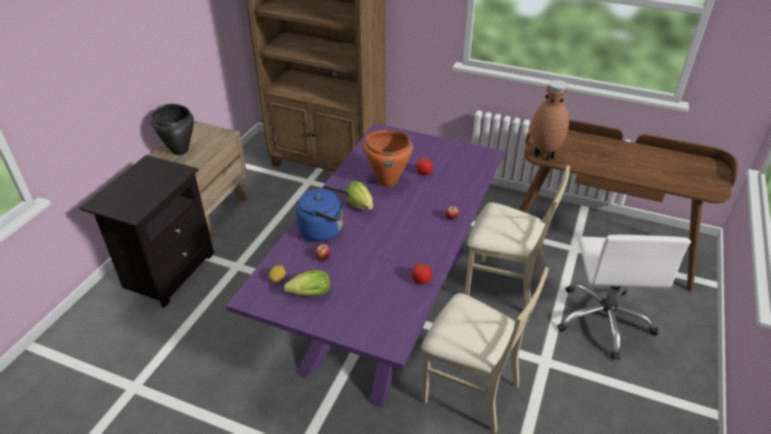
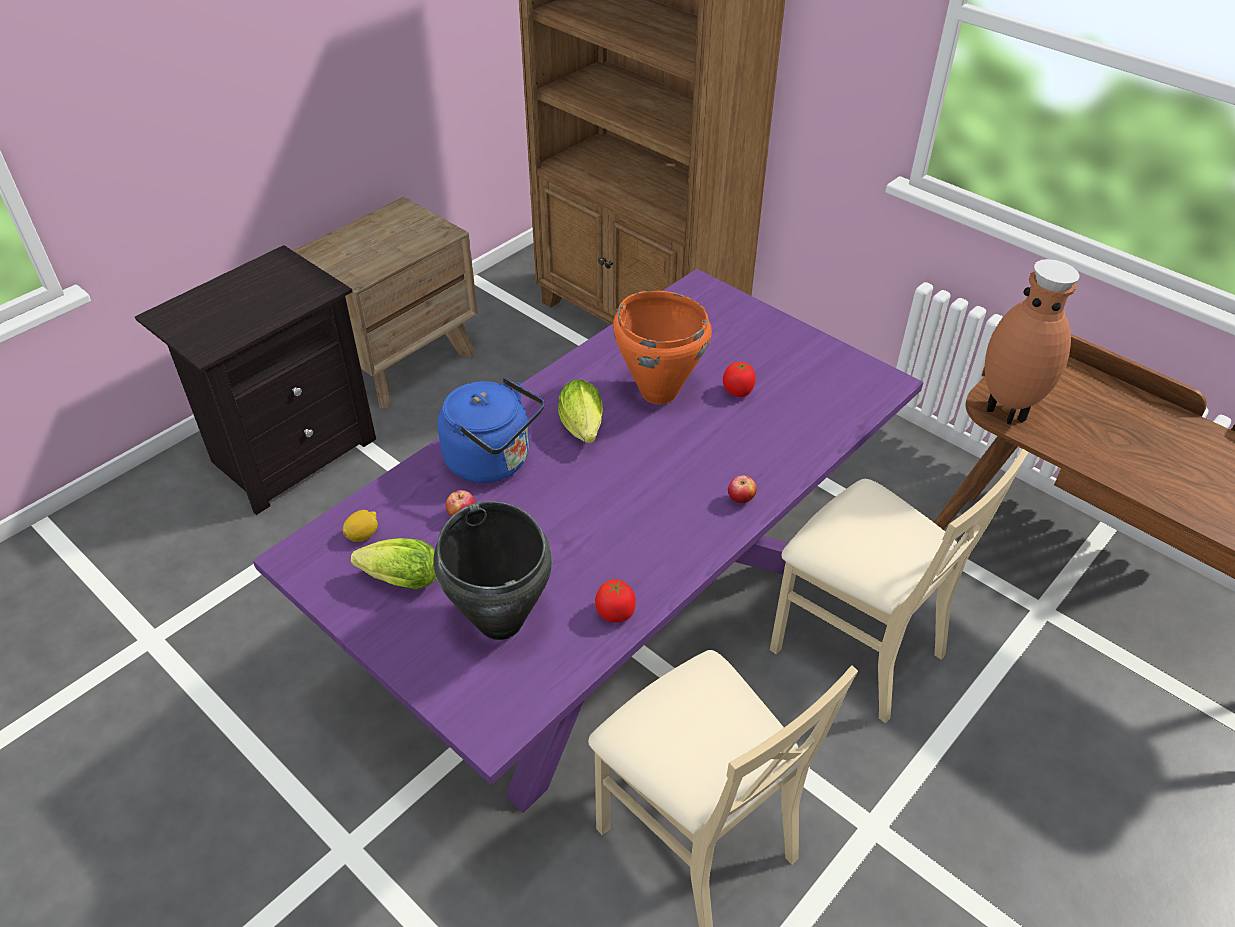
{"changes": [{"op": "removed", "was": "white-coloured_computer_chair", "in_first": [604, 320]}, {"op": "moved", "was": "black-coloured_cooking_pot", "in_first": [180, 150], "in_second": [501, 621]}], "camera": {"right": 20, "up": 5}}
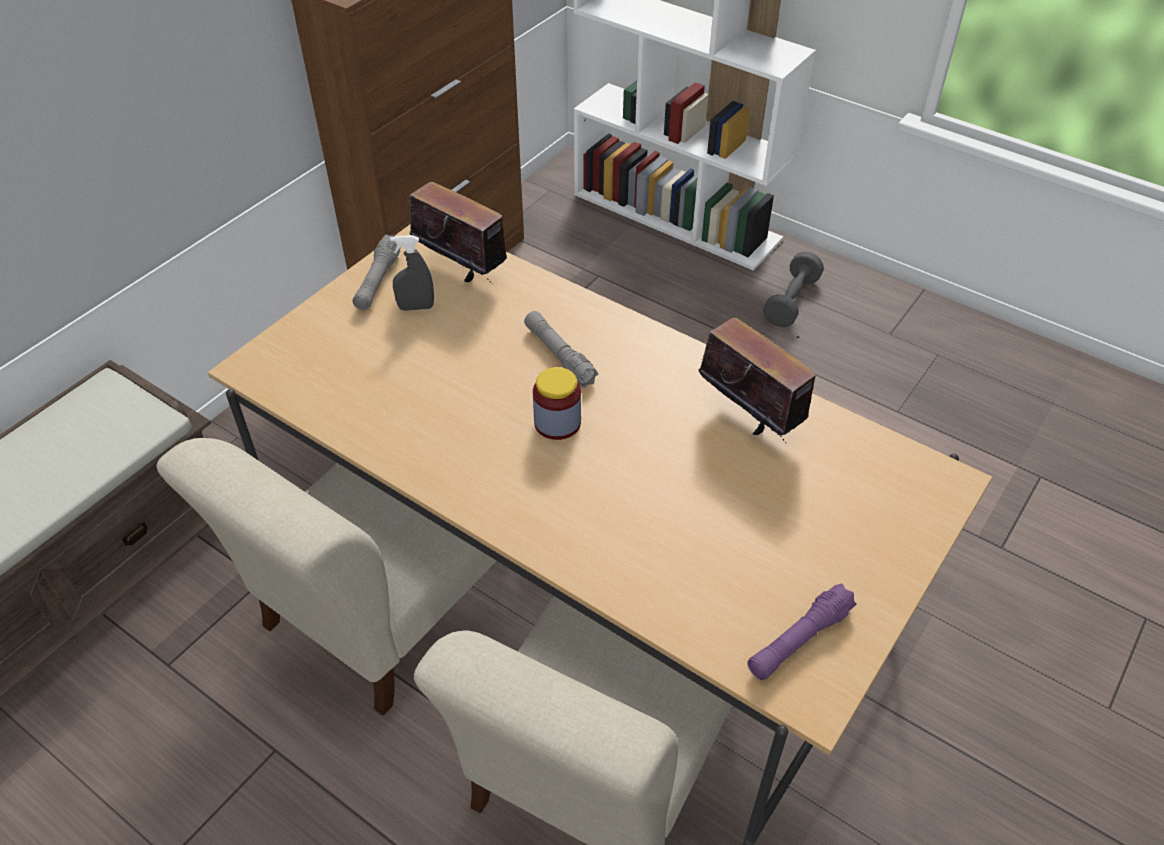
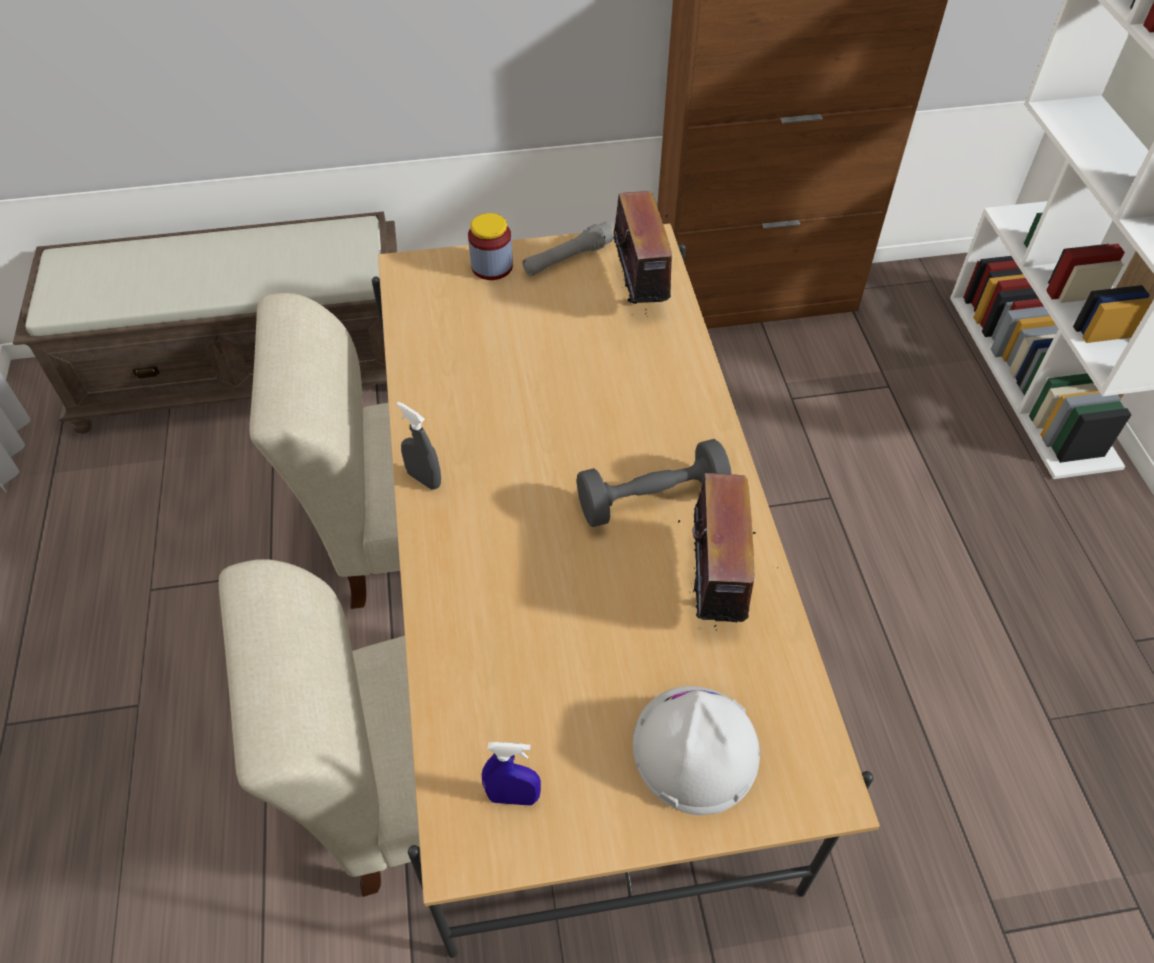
{"changes": [{"op": "removed", "was": "greyish_hand_torch", "in_first": [559, 356]}, {"op": "added", "now": "white-coloured_safety_helmet", "in_second": [695, 748]}, {"op": "moved", "was": "greyish_sprayer", "in_first": [416, 307], "in_second": [424, 479]}, {"op": "moved", "was": "storage_jar", "in_first": [557, 423], "in_second": [492, 266]}, {"op": "moved", "was": "greyish_free_weight", "in_first": [791, 301], "in_second": [652, 499]}, {"op": "replaced", "was": "purple-coloured_hand_torch", "now": "blue-coloured_sprayer", "in_first": [799, 640], "in_second": [513, 797]}], "camera": {"right": 45, "up": 5}}
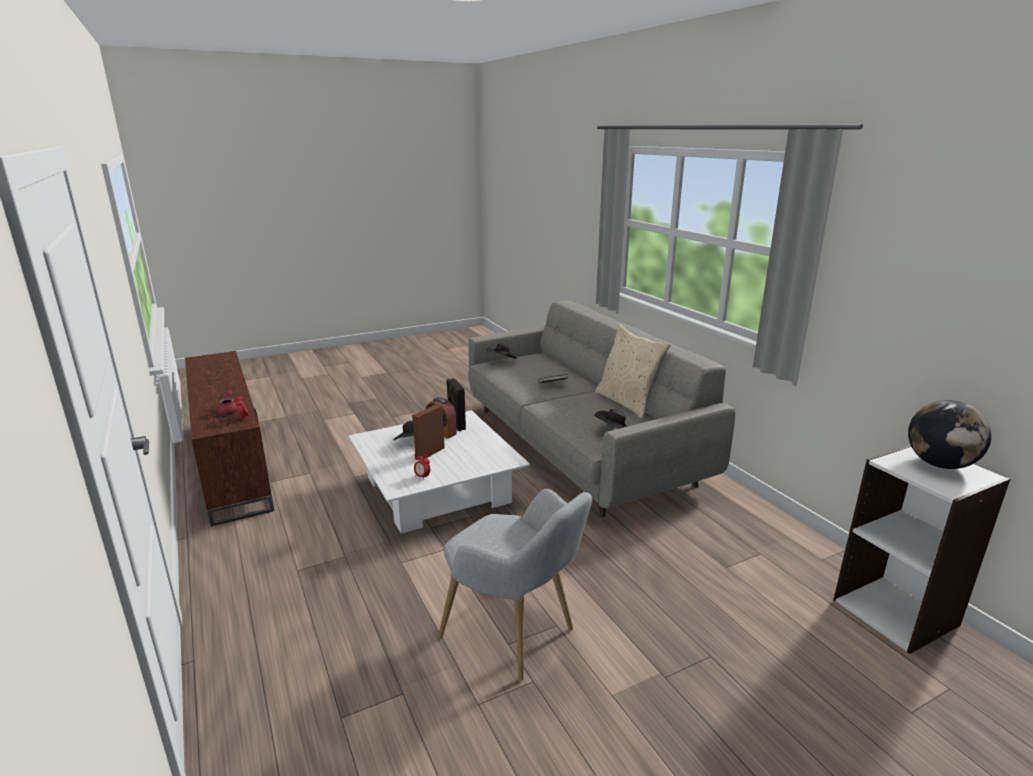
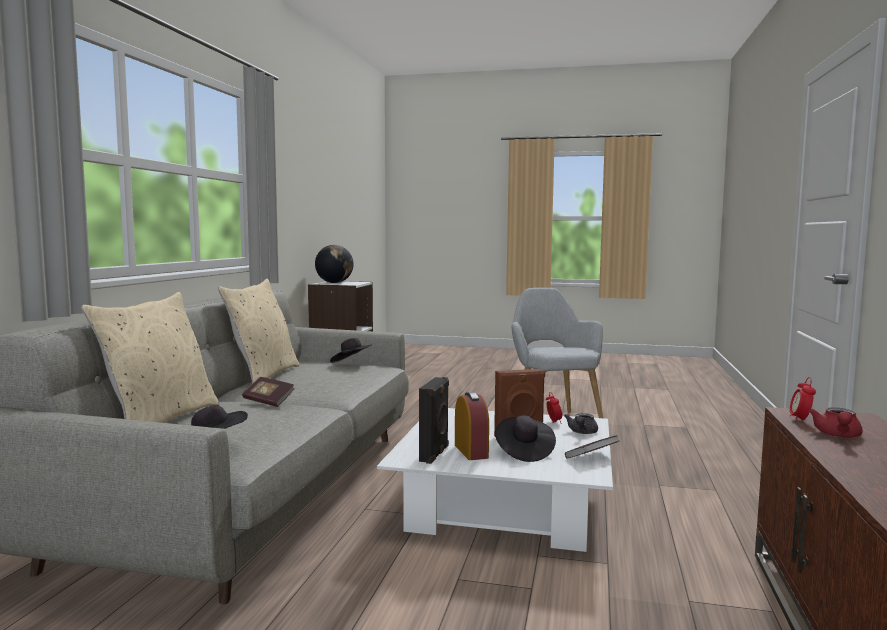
{"changes": [{"op": "added", "now": "sand-coloured_throw_pillow", "in_second": [159, 420]}, {"op": "added", "now": "greyish_teapot", "in_second": [582, 432]}, {"op": "added", "now": "volume", "in_second": [591, 457]}], "camera": {"right": -140, "up": -15}}
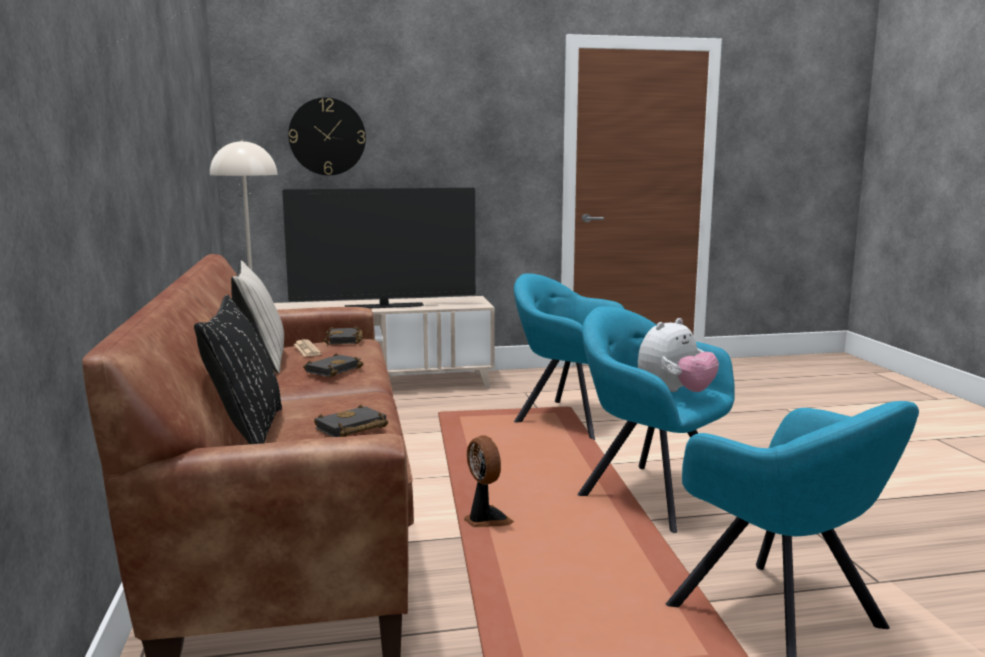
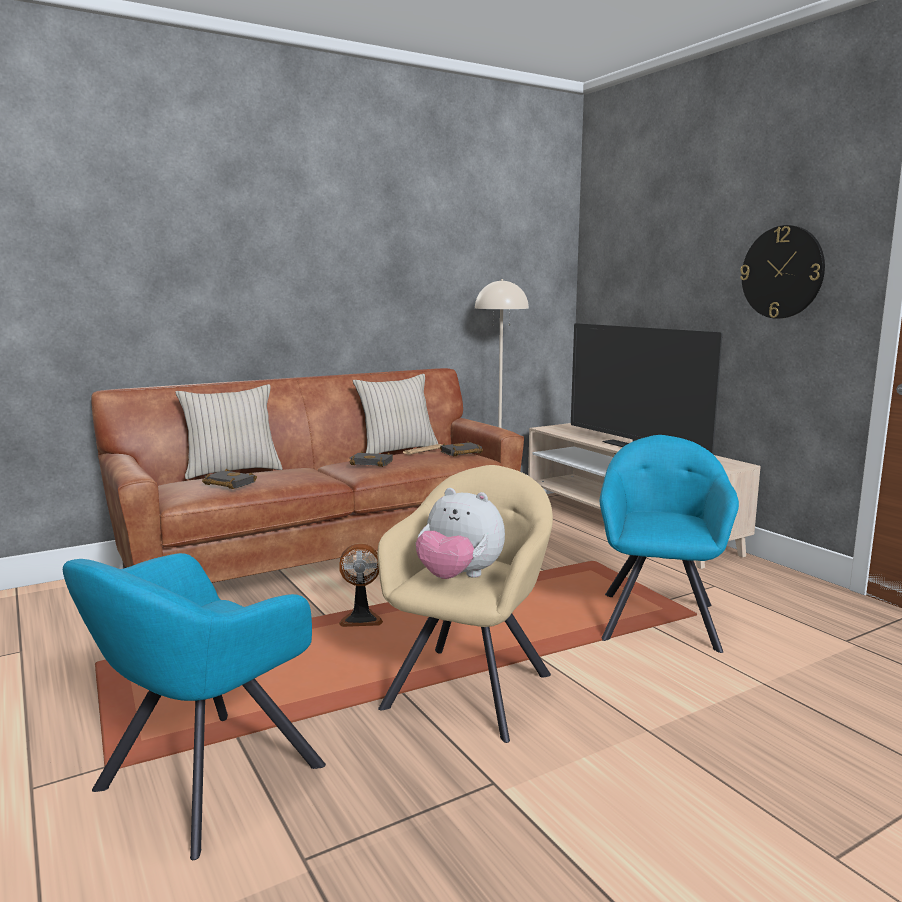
{"changes": [{"op": "moved", "was": "hanging_clock", "in_first": [327, 136], "in_second": [782, 272]}, {"op": "recoloured", "was": "black-coloured_throw_pillow", "now": "sand-coloured_throw_pillow", "in_first": [246, 432], "in_second": [232, 471]}, {"op": "recoloured", "was": "blue-green_armchair", "now": "sand-coloured_armchair", "in_first": [649, 494], "in_second": [471, 687]}, {"op": "turned", "was": "electric_fan", "in_first": [486, 520], "in_second": [361, 619], "clockwise": 45}], "camera": {"right": 70, "up": 0}}
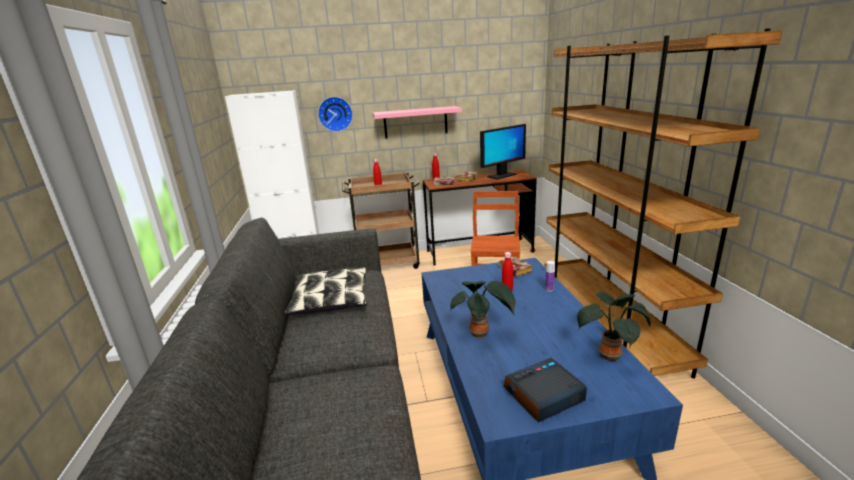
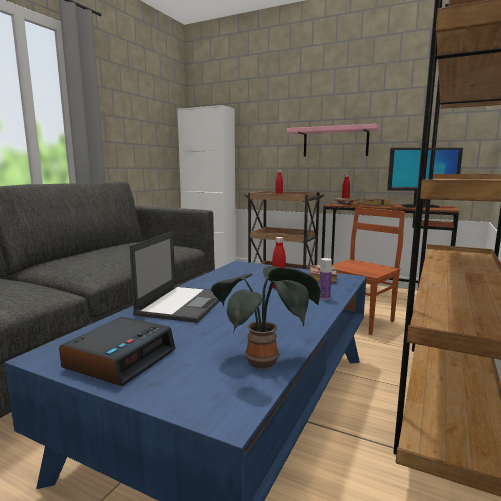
{"changes": [{"op": "removed", "was": "throw_pillow", "in_first": [330, 300]}, {"op": "removed", "was": "hanging_clock", "in_first": [335, 114]}, {"op": "replaced", "was": "houseplant", "now": "portable_computer", "in_first": [481, 334], "in_second": [184, 303]}, {"op": "turned", "was": "alarm_clock", "in_first": [543, 396], "in_second": [121, 359], "clockwise": 105}], "camera": {"right": 35, "up": -10}}
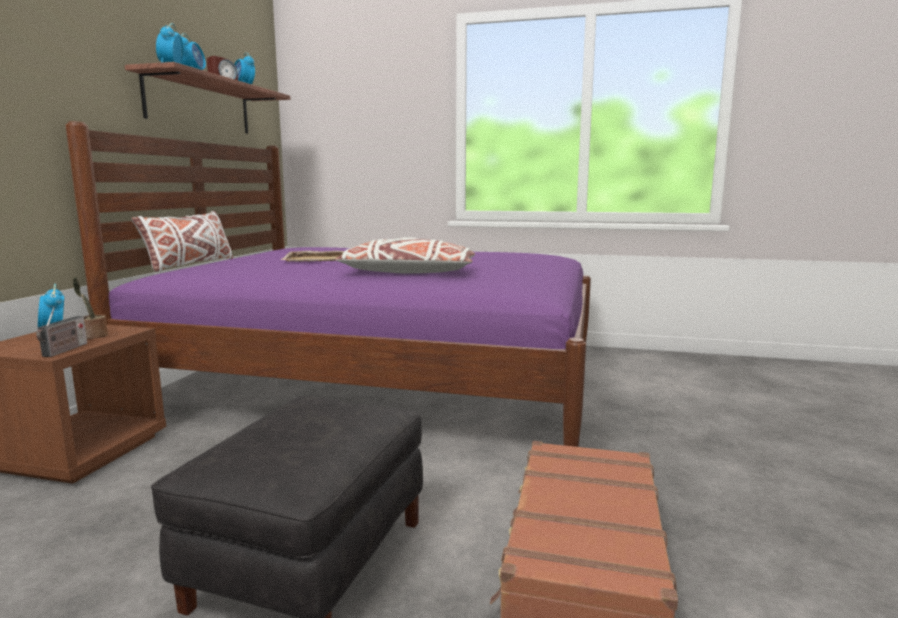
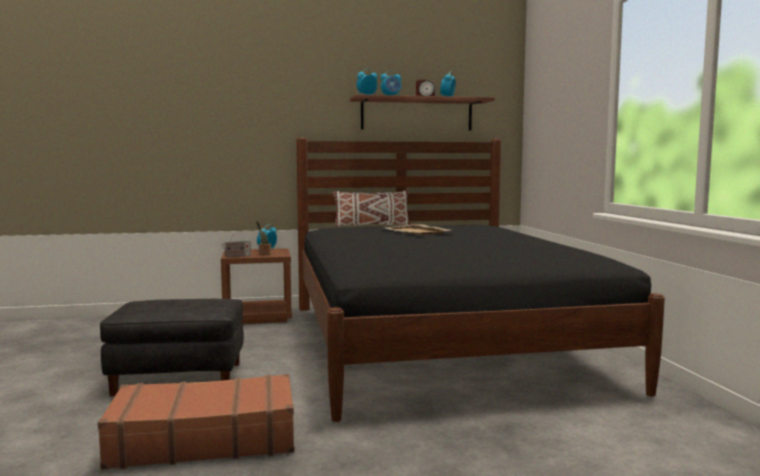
{"changes": [{"op": "removed", "was": "white-coloured_throw_pillow", "in_first": [408, 272]}, {"op": "recoloured", "was": "purple-coloured_sleeping_bed", "now": "black-coloured_sleeping_bed", "in_first": [383, 381], "in_second": [437, 343]}], "camera": {"right": 65, "up": -5}}
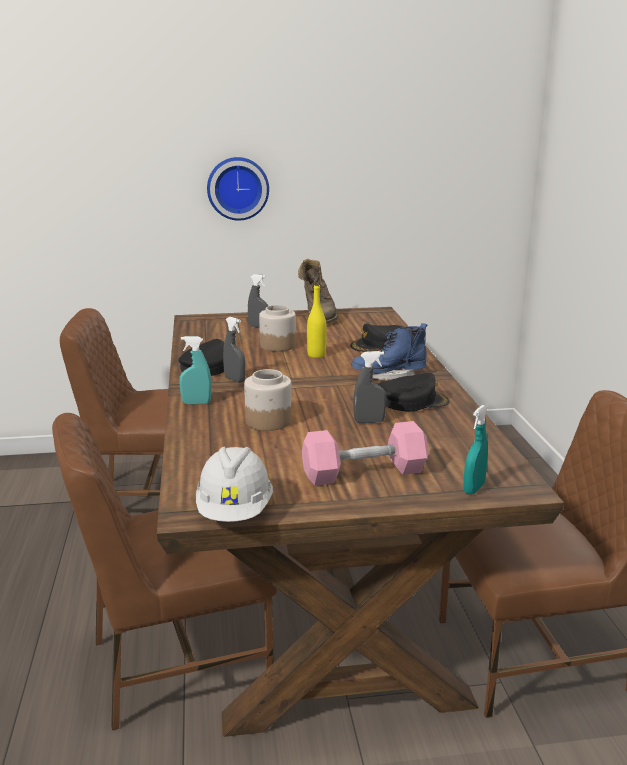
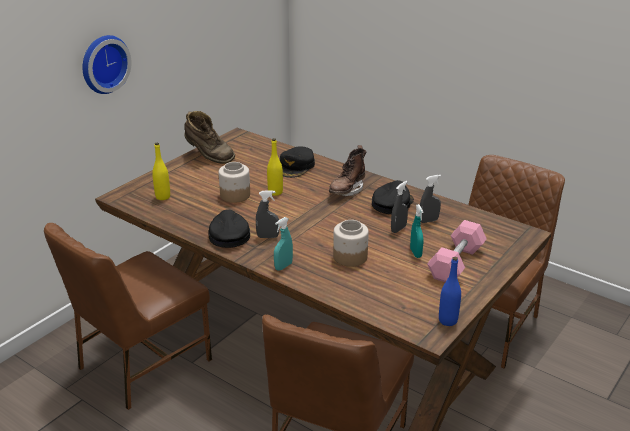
{"changes": [{"op": "added", "now": "yellowish_bottle", "in_second": [163, 197]}, {"op": "moved", "was": "greyish_sprayer", "in_first": [258, 327], "in_second": [428, 221]}, {"op": "moved", "was": "blue-green_sprayer", "in_first": [474, 489], "in_second": [415, 253]}, {"op": "replaced", "was": "white-coloured_safety_helmet", "now": "blue-coloured_bottle", "in_first": [235, 511], "in_second": [448, 320]}, {"op": "recoloured", "was": "blue-coloured_boot", "now": "brown-coloured_boot", "in_first": [389, 376], "in_second": [347, 190]}], "camera": {"right": -45, "up": 10}}
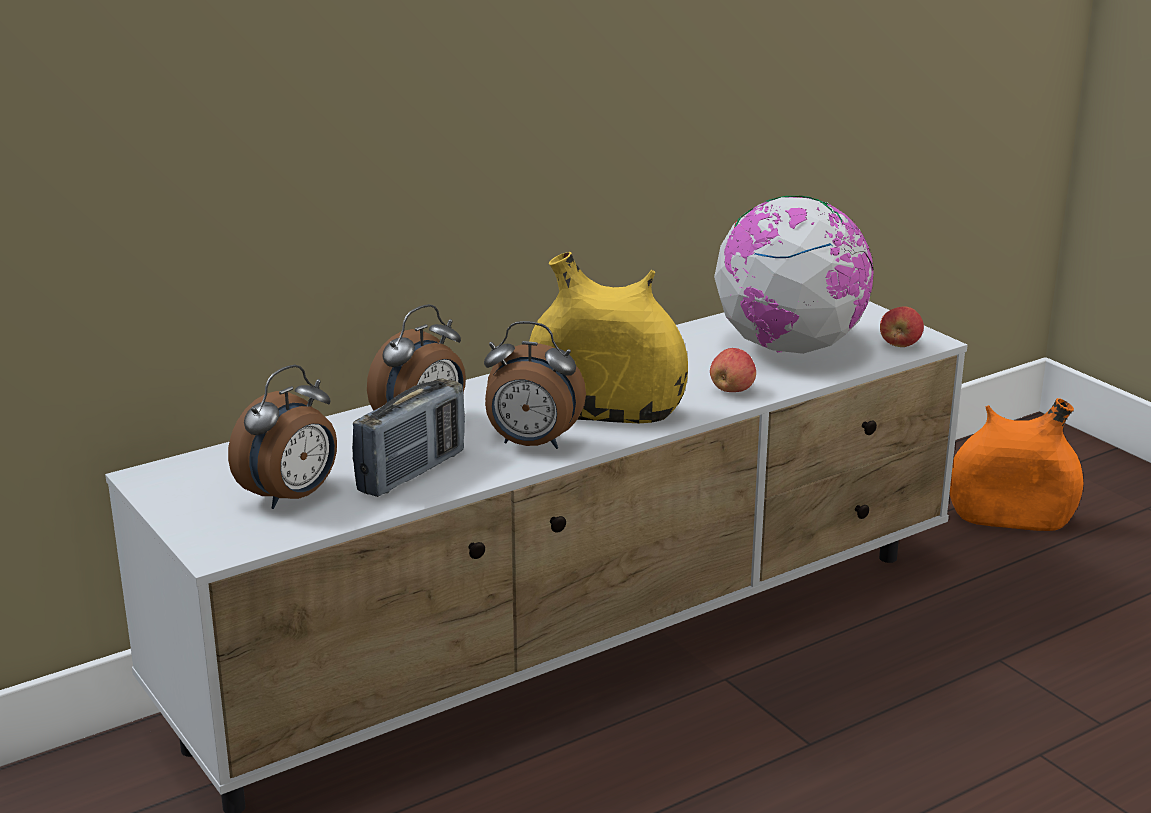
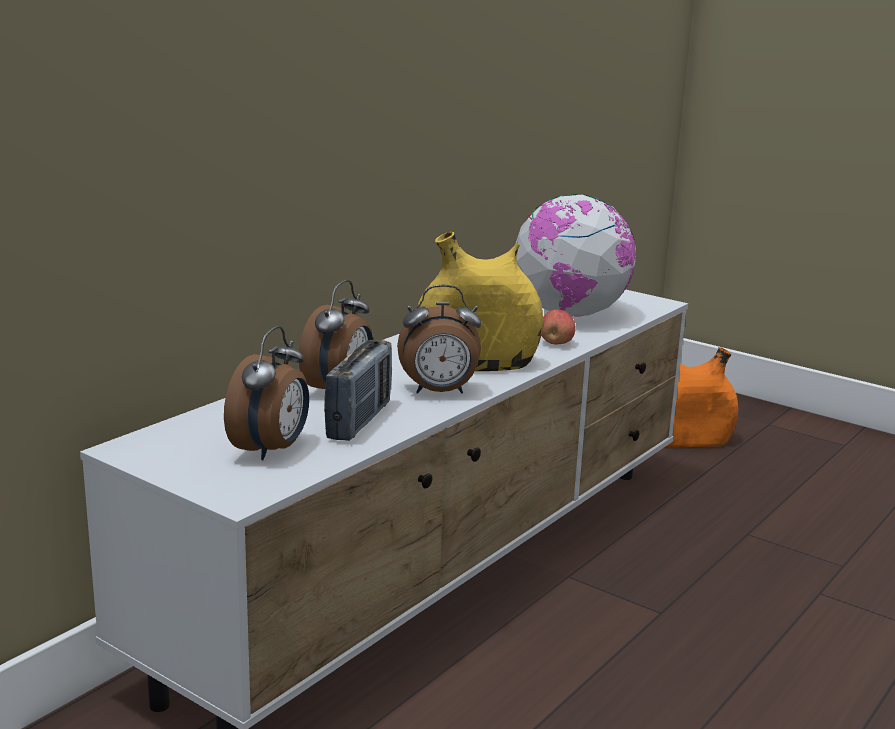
{"changes": [{"op": "removed", "was": "whole_apple", "in_first": [900, 345]}], "camera": {"right": -20, "up": -5}}
